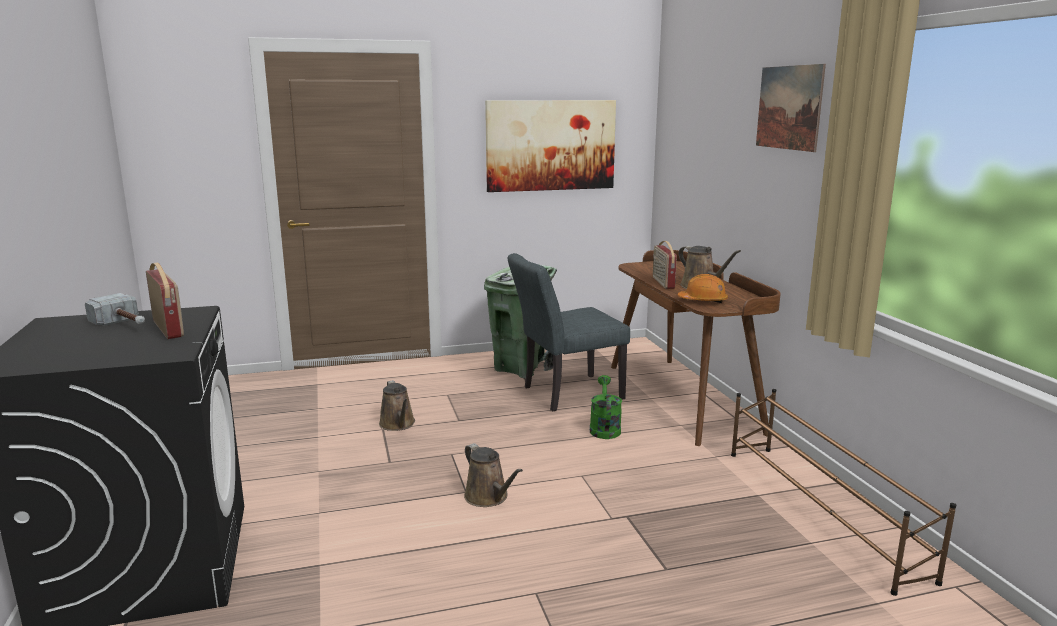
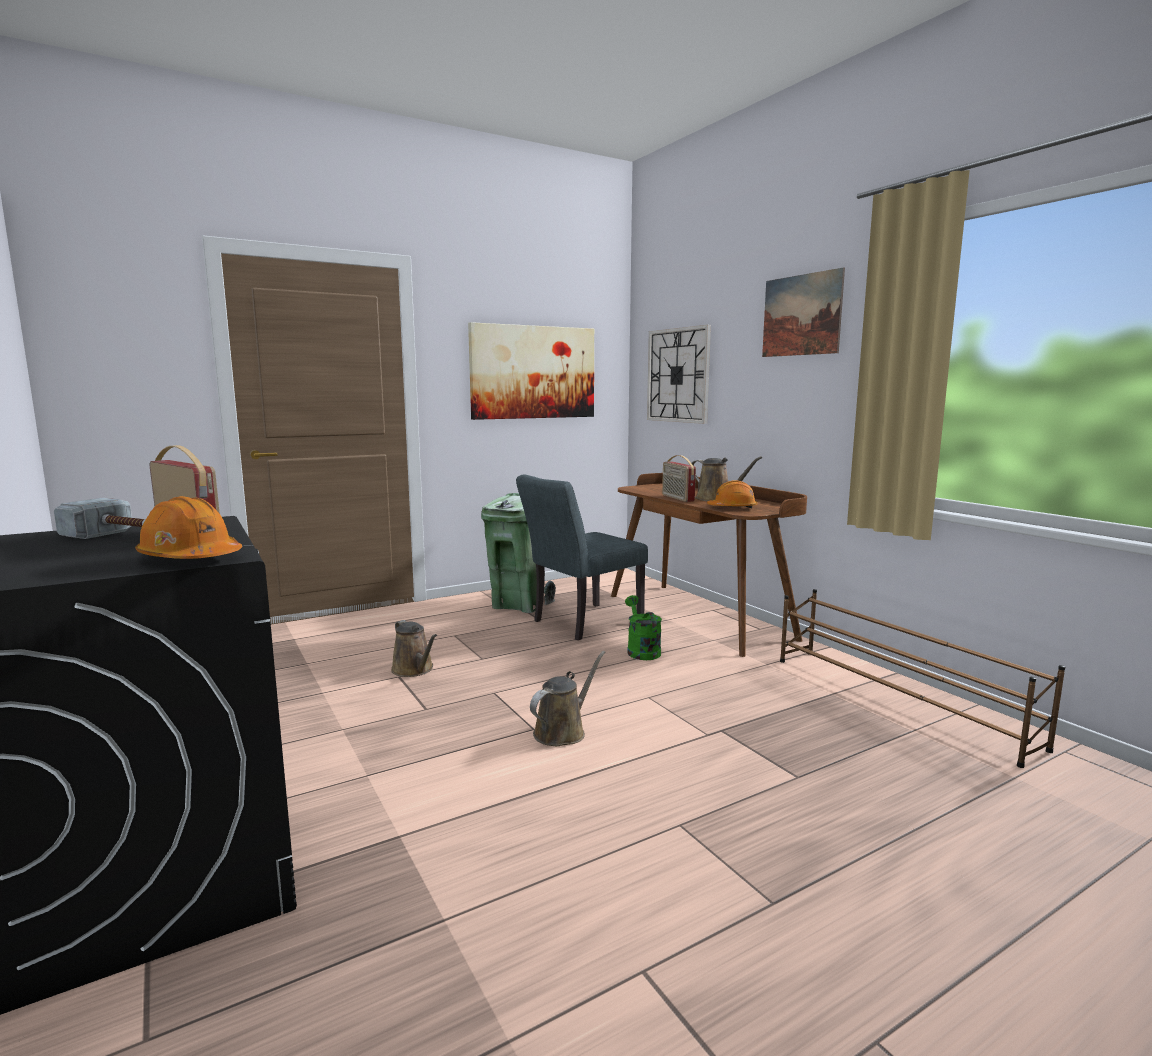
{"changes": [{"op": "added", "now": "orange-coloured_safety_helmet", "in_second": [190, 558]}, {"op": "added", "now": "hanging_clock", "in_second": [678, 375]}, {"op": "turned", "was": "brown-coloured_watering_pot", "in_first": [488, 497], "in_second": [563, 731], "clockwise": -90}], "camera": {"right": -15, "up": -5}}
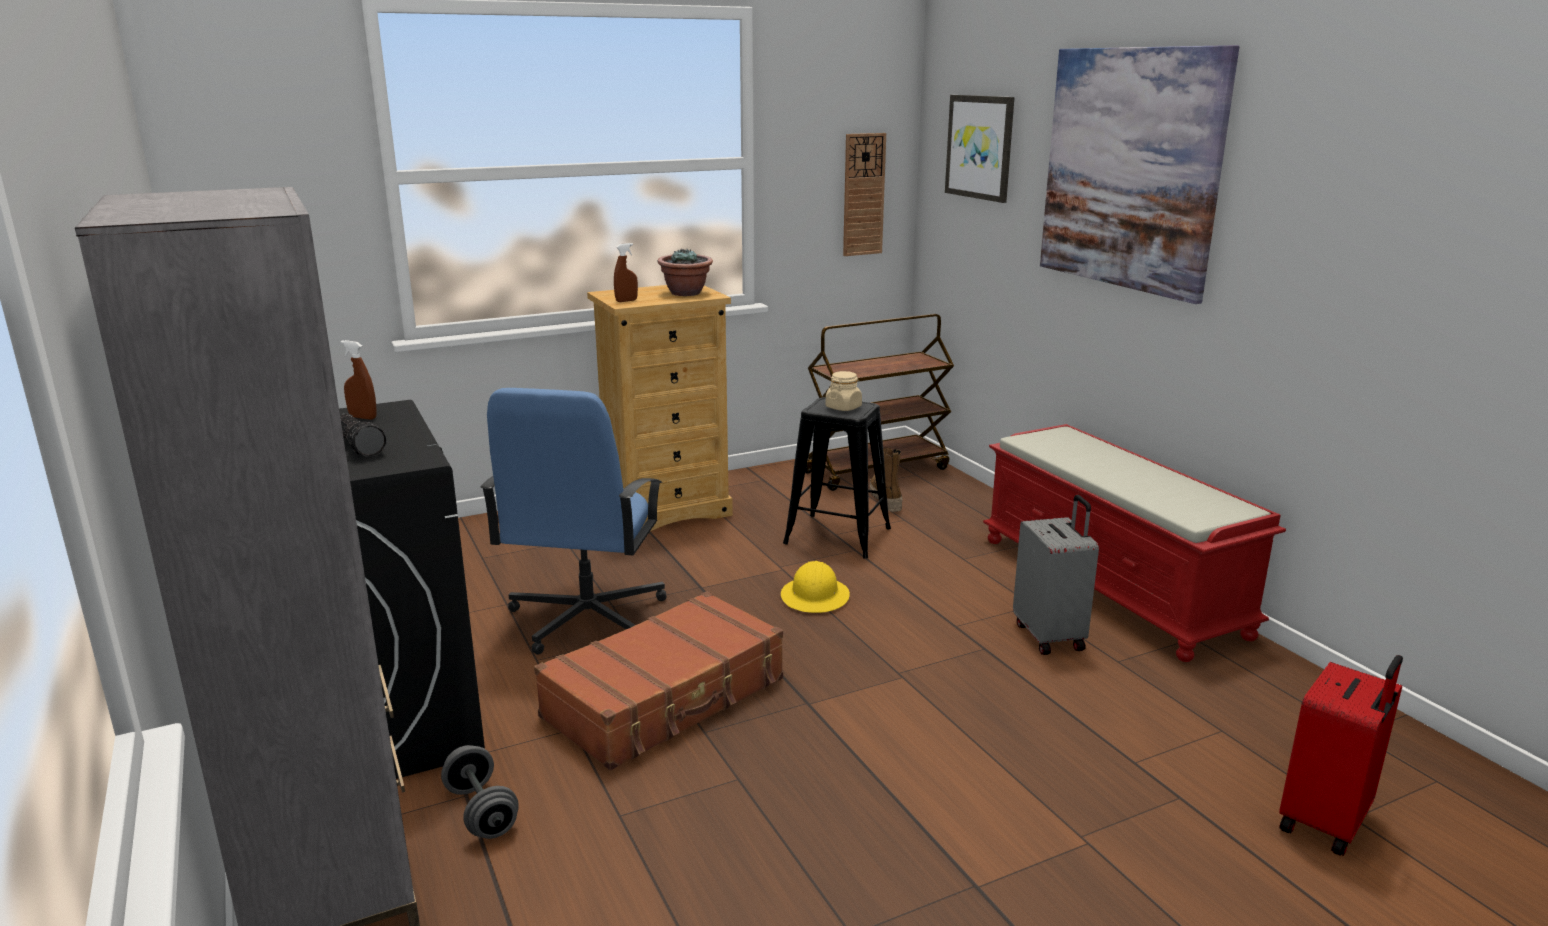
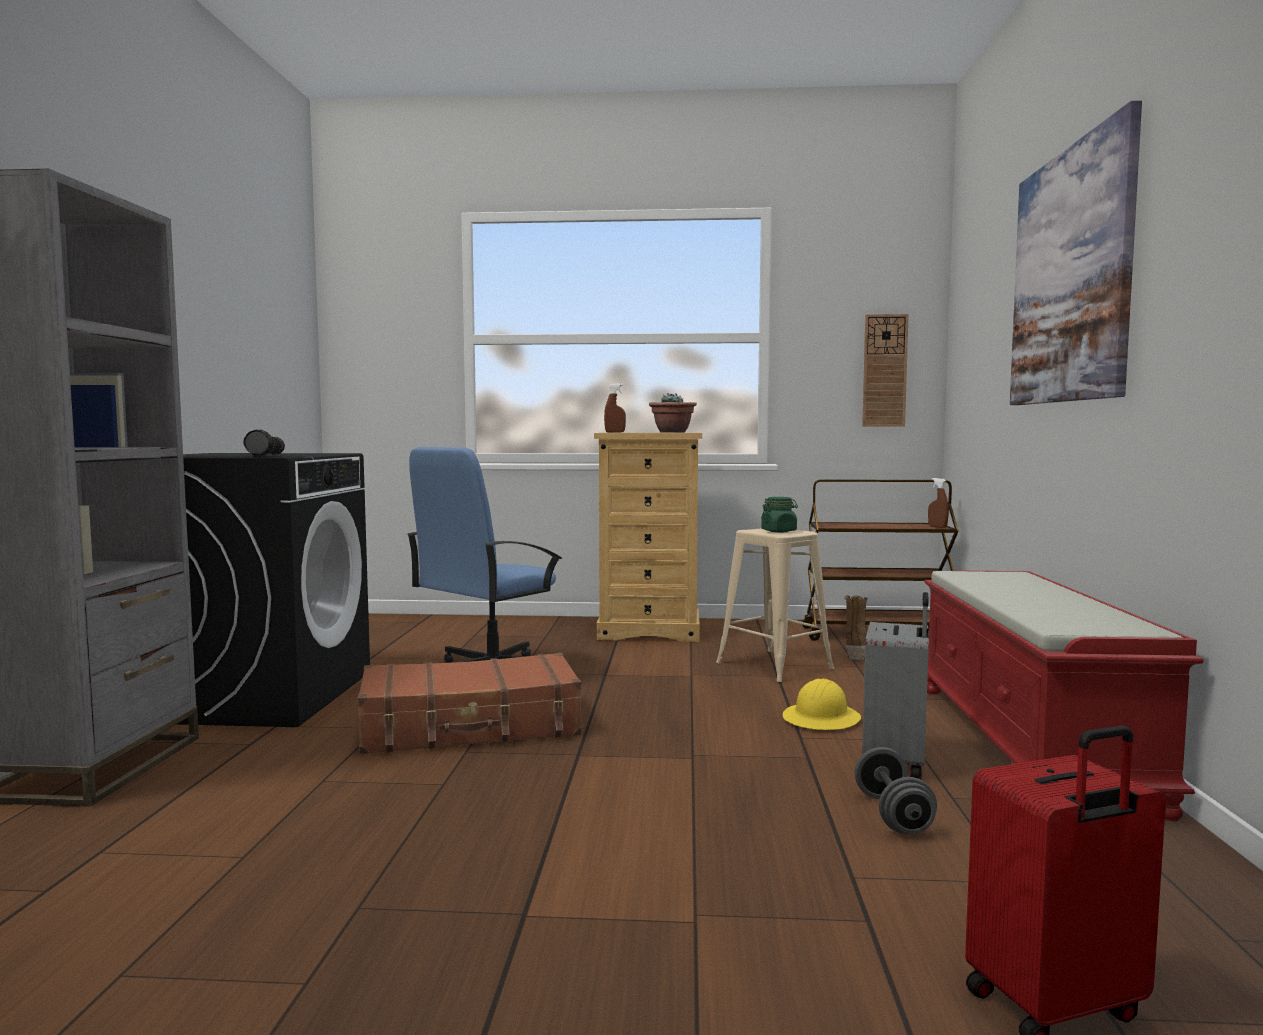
{"changes": [{"op": "removed", "was": "picture", "in_first": [980, 147]}, {"op": "moved", "was": "brown-coloured_sprayer", "in_first": [363, 417], "in_second": [937, 527]}, {"op": "moved", "was": "greyish_free_weight", "in_first": [481, 812], "in_second": [893, 814]}, {"op": "moved", "was": "yellowish_safety_helmet", "in_first": [815, 597], "in_second": [821, 719]}, {"op": "recoloured", "was": "black-coloured_sitting_stool", "now": "sand-coloured_sitting_stool", "in_first": [837, 536], "in_second": [774, 665]}, {"op": "recoloured", "was": "sand-coloured_storage_jar", "now": "greenish_storage_jar", "in_first": [843, 407], "in_second": [779, 531]}], "camera": {"right": 30, "up": -15}}
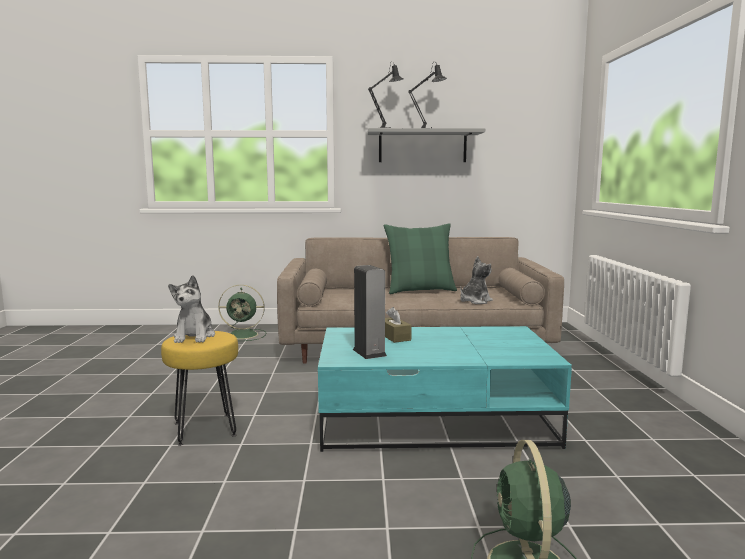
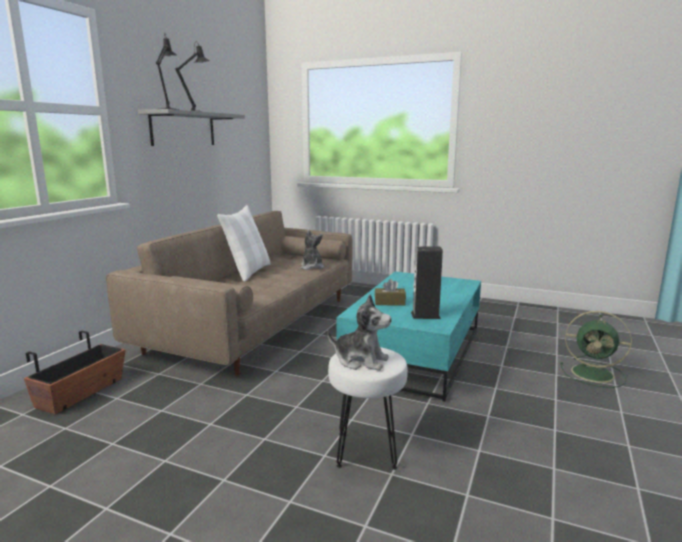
{"changes": [{"op": "replaced", "was": "greenish_electric_fan", "now": "plant_pot", "in_first": [244, 335], "in_second": [81, 393]}, {"op": "recoloured", "was": "yellowish_sitting_stool", "now": "white-coloured_sitting_stool", "in_first": [205, 428], "in_second": [365, 449]}, {"op": "recoloured", "was": "greenish_throw_pillow", "now": "white-coloured_throw_pillow", "in_first": [420, 290], "in_second": [248, 272]}], "camera": {"right": -65, "up": 5}}
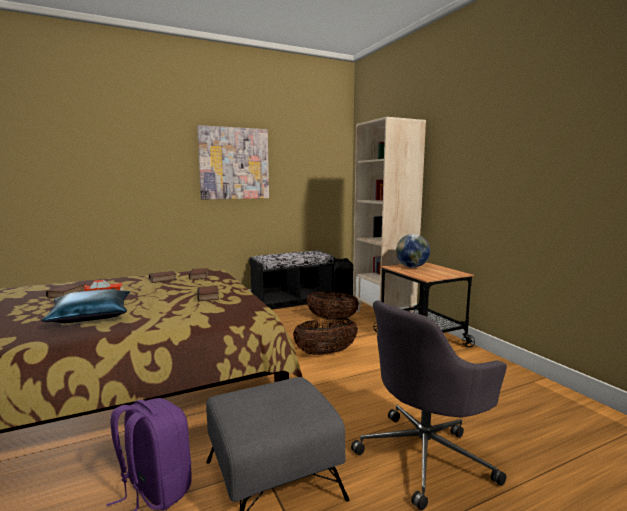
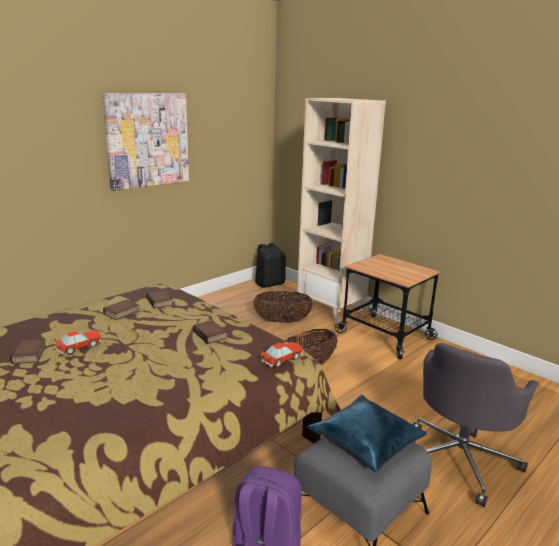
{"changes": [{"op": "removed", "was": "black-coloured_bench", "in_first": [292, 301]}, {"op": "removed", "was": "world_globe", "in_first": [412, 267]}, {"op": "added", "now": "model_car", "in_second": [282, 359]}, {"op": "moved", "was": "blue-coloured_throw_pillow", "in_first": [90, 315], "in_second": [365, 441]}], "camera": {"right": -20, "up": 10}}
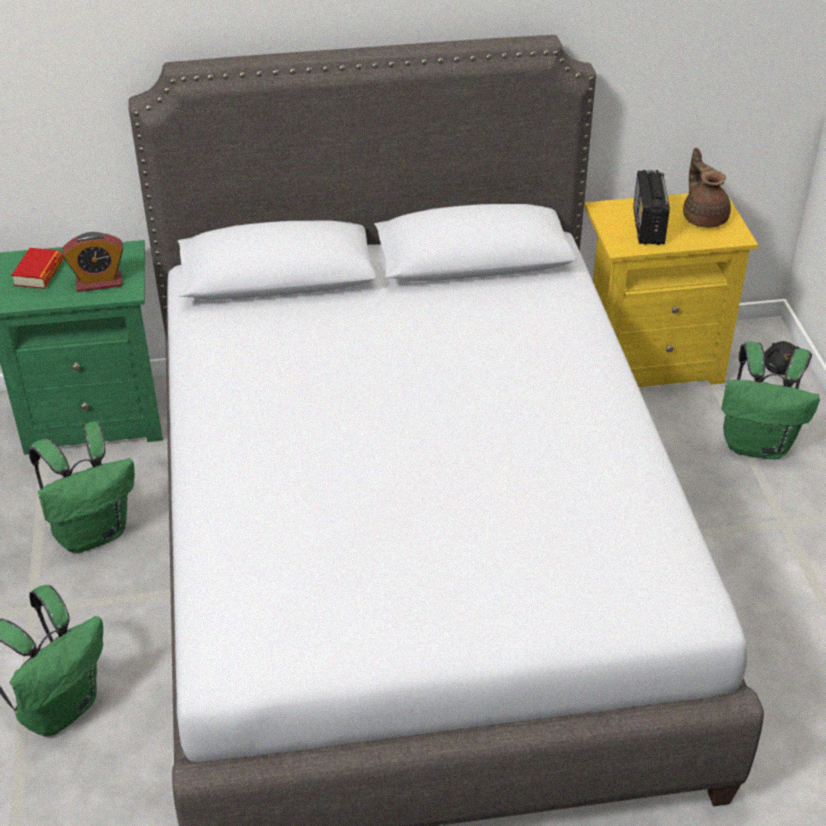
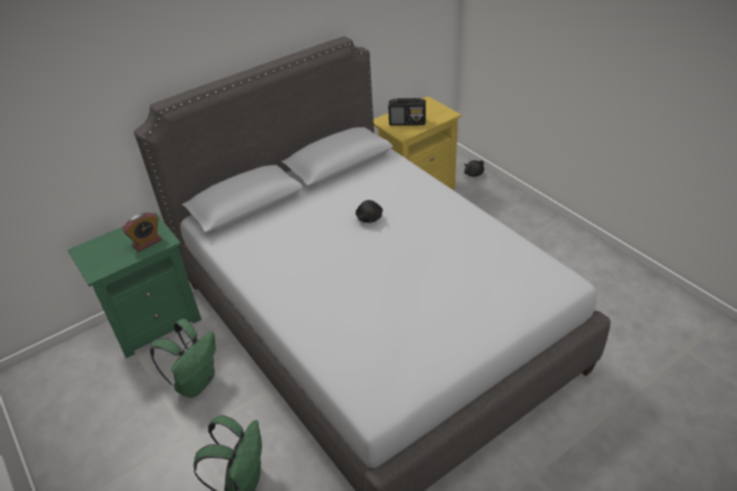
{"changes": [{"op": "removed", "was": "volume", "in_first": [39, 273]}, {"op": "removed", "was": "brown-coloured_teapot", "in_first": [704, 217]}, {"op": "removed", "was": "greenish_rucksack", "in_first": [758, 445]}, {"op": "added", "now": "black-coloured_plush_toy", "in_second": [369, 218]}, {"op": "turned", "was": "radio", "in_first": [648, 227], "in_second": [407, 122], "clockwise": -60}], "camera": {"right": -25, "up": 0}}
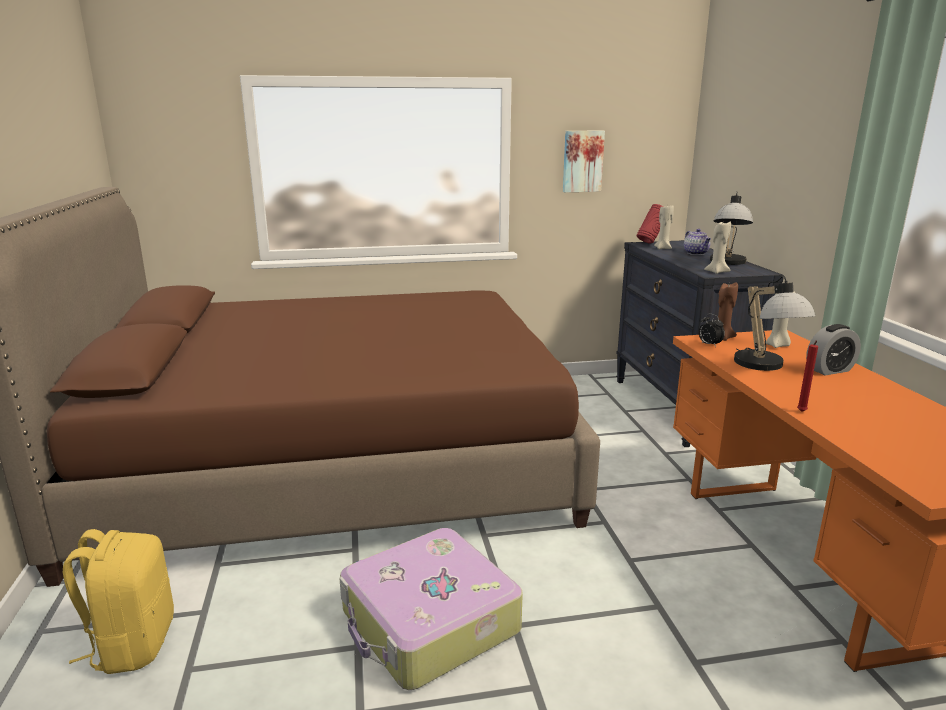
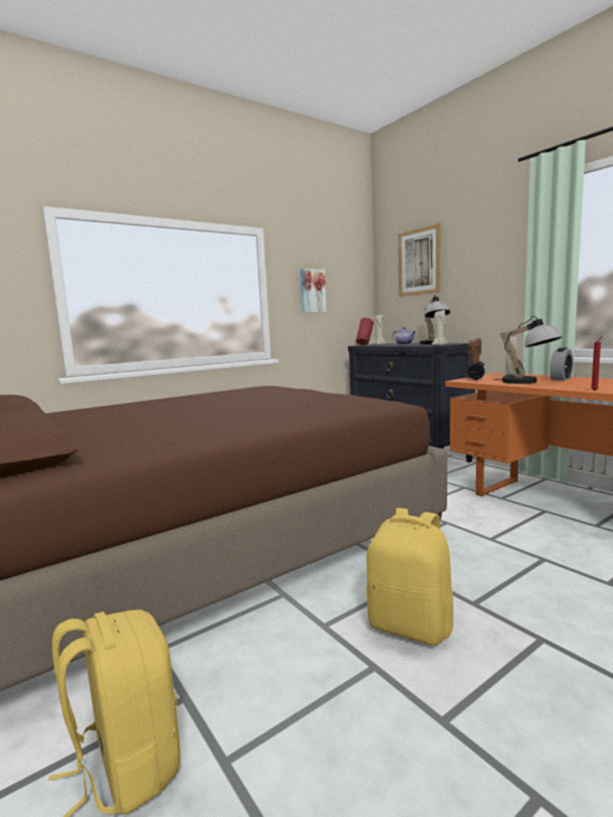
{"changes": [{"op": "added", "now": "picture", "in_second": [419, 262]}, {"op": "replaced", "was": "piece_of_luggage", "now": "yellowish_rucksack", "in_first": [429, 623], "in_second": [411, 625]}], "camera": {"right": -25, "up": -10}}
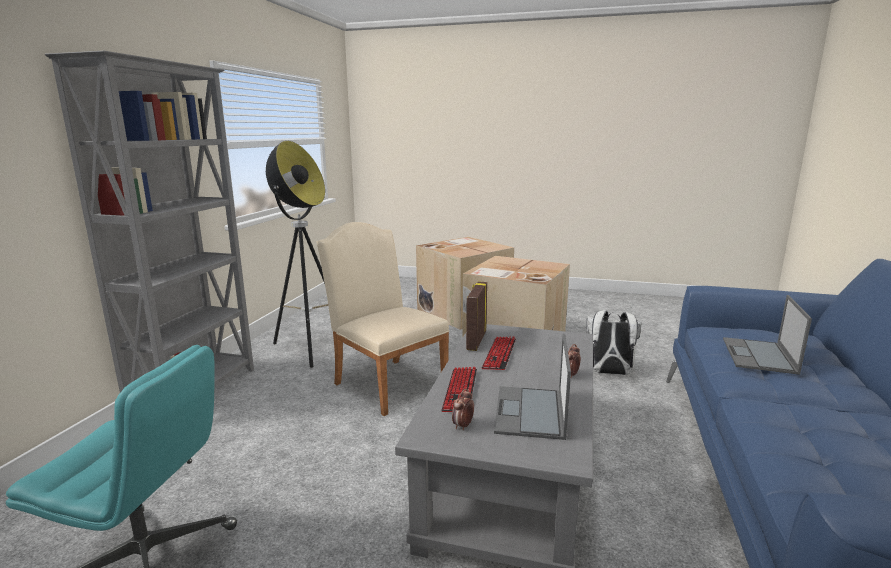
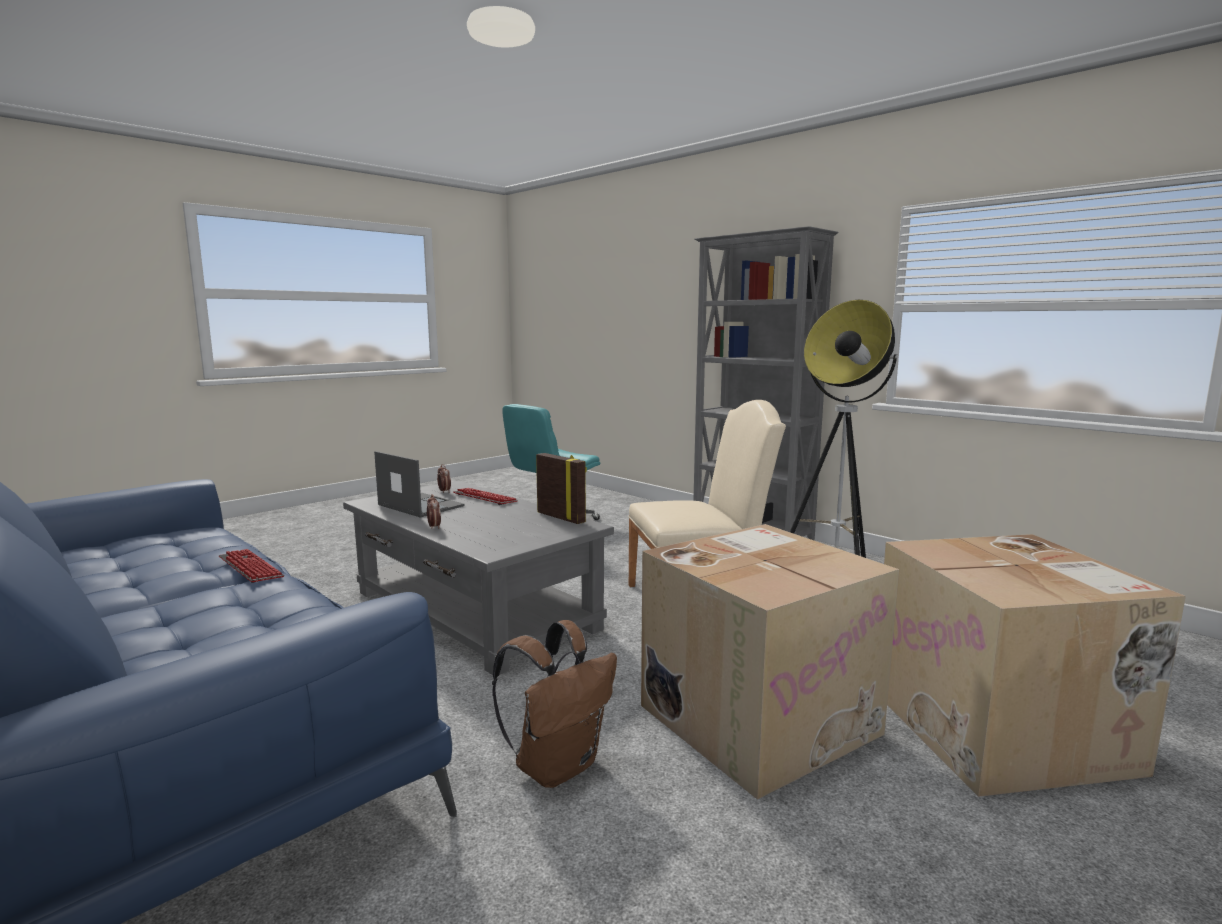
{"changes": [{"op": "removed", "was": "portable_computer", "in_first": [759, 356]}, {"op": "moved", "was": "computer_keyboard", "in_first": [499, 354], "in_second": [250, 568]}, {"op": "recoloured", "was": "white-coloured_rucksack", "now": "brown-coloured_rucksack", "in_first": [609, 373], "in_second": [557, 765]}], "camera": {"right": 120, "up": -5}}
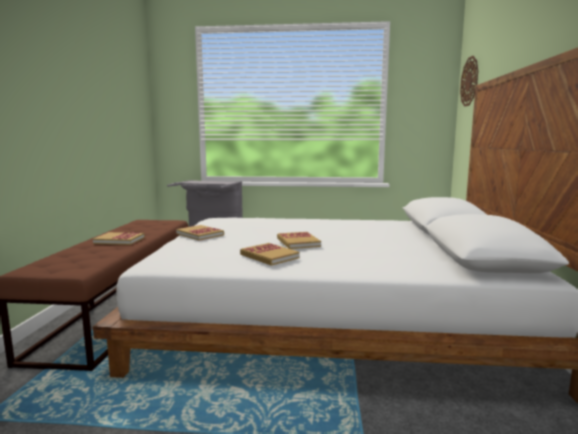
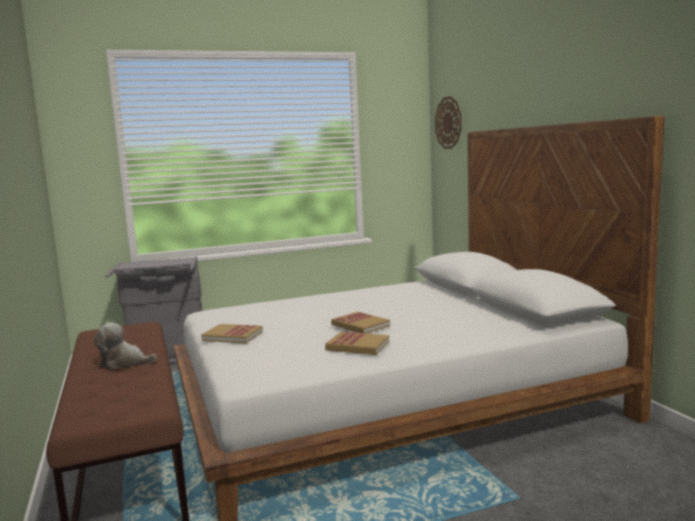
{"changes": [{"op": "replaced", "was": "volume", "now": "plush_toy", "in_first": [119, 240], "in_second": [124, 363]}], "camera": {"right": -25, "up": 0}}
